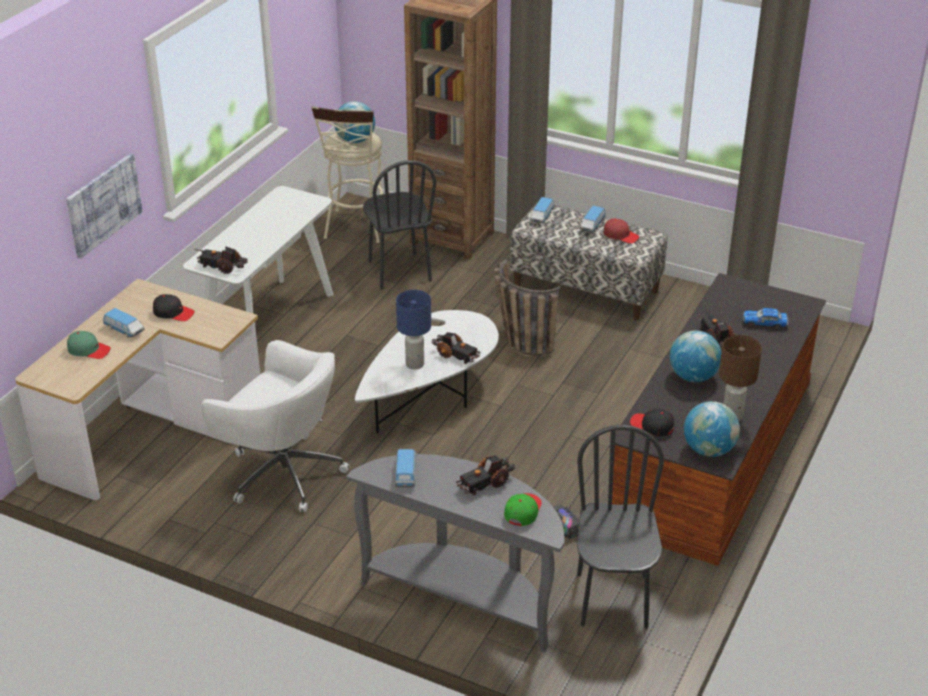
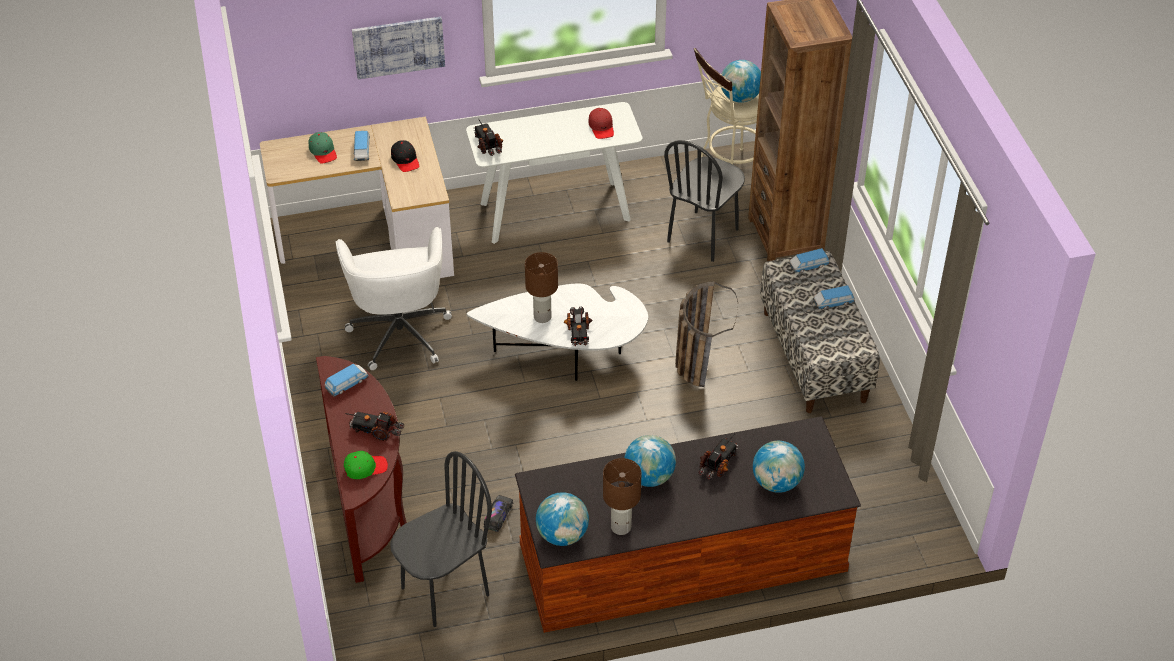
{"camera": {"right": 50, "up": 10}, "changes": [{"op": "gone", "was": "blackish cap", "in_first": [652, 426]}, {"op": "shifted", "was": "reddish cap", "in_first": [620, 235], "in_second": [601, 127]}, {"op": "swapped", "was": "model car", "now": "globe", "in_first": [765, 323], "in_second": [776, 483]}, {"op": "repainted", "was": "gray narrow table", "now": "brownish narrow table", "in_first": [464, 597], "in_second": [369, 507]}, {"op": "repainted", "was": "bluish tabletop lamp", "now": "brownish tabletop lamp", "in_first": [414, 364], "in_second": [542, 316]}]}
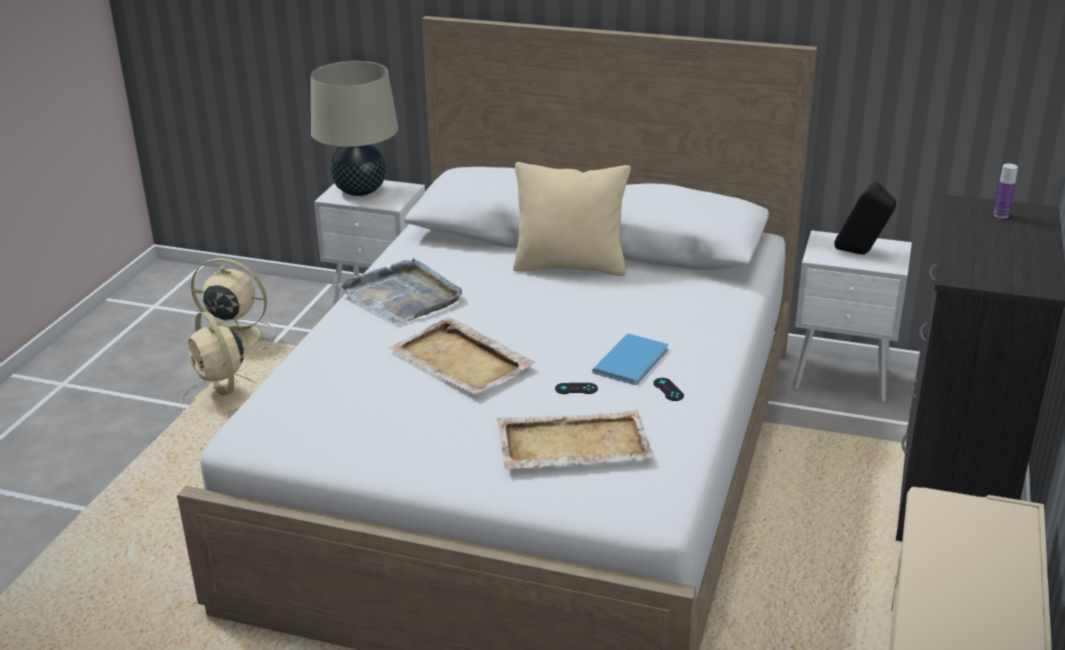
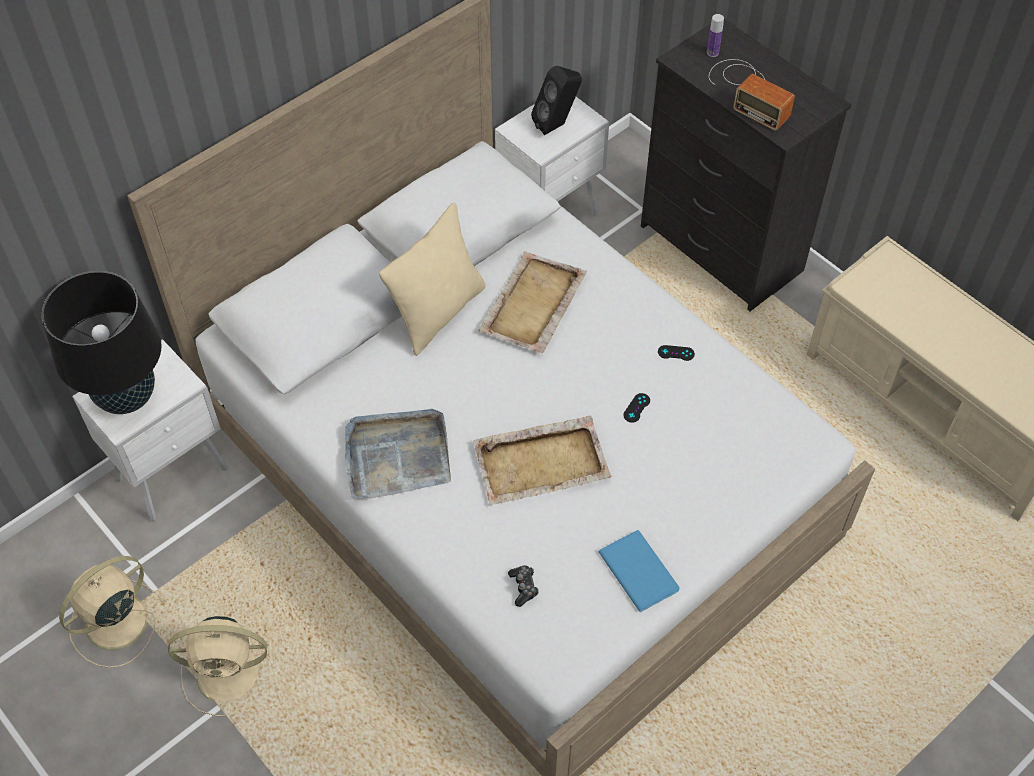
{"camera": {"right": -60, "up": 25}, "changes": [{"op": "new", "now": "joypad", "in_second": [523, 587]}, {"op": "new", "now": "radio set", "in_second": [748, 92]}, {"op": "shifted", "was": "sand-coloured tray", "in_first": [571, 444], "in_second": [532, 305]}, {"op": "shifted", "was": "bluish bound book", "in_first": [634, 360], "in_second": [639, 569]}, {"op": "repainted", "was": "sand-coloured tabletop lamp", "now": "blackish tabletop lamp", "in_first": [360, 190], "in_second": [126, 397]}]}
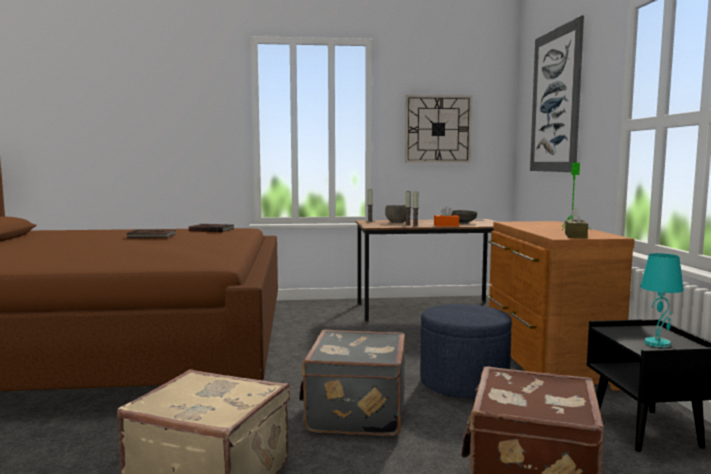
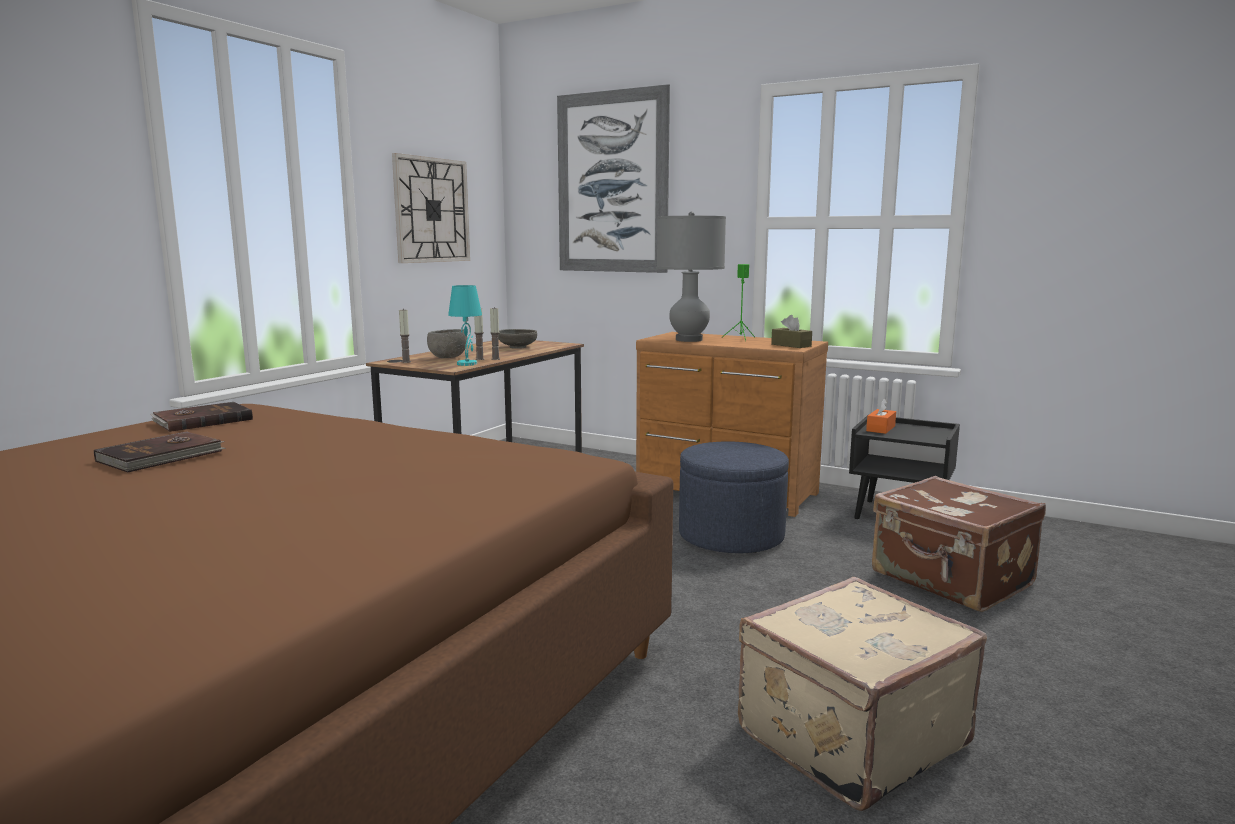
{"camera": {"right": -55, "up": 5}, "changes": [{"op": "gone", "was": "gray piece of luggage", "in_first": [354, 412]}, {"op": "new", "now": "gray tabletop lamp", "in_second": [689, 340]}, {"op": "shifted", "was": "orange box of tissues", "in_first": [446, 225], "in_second": [880, 428]}, {"op": "shifted", "was": "turquoise tabletop lamp", "in_first": [657, 343], "in_second": [467, 364]}]}
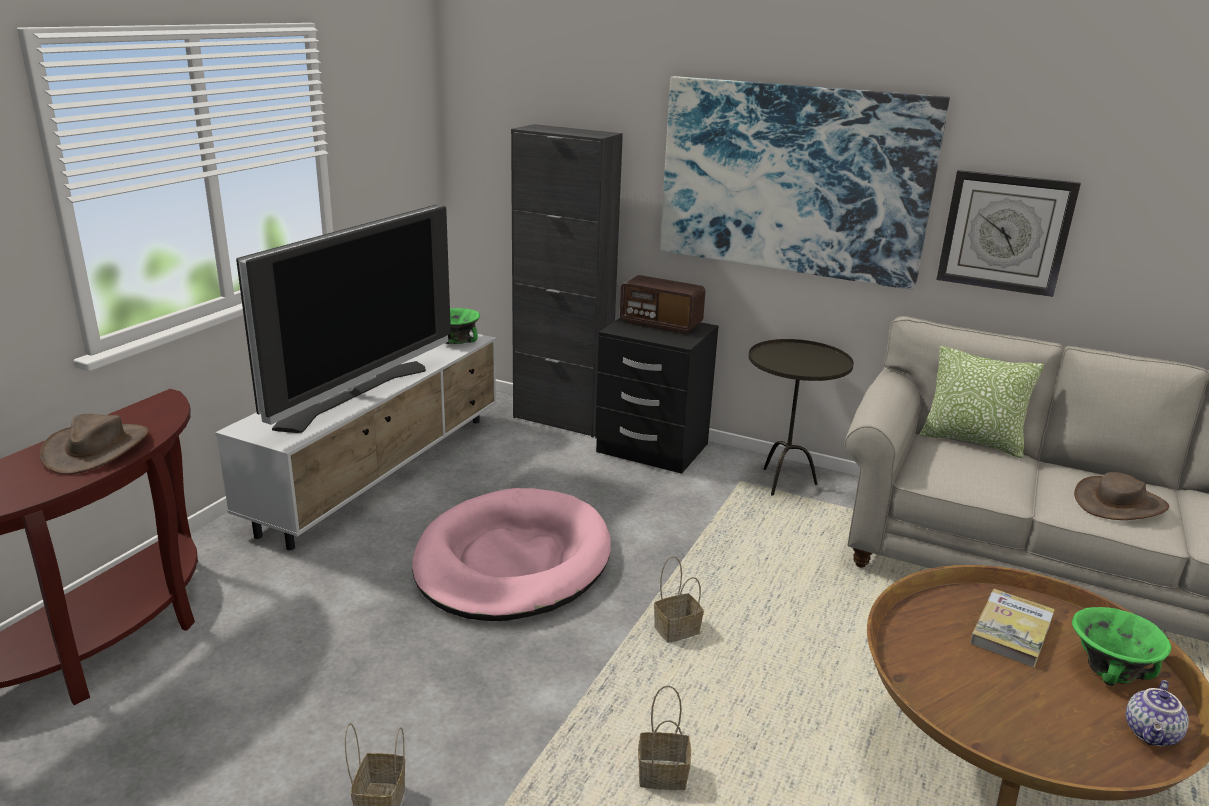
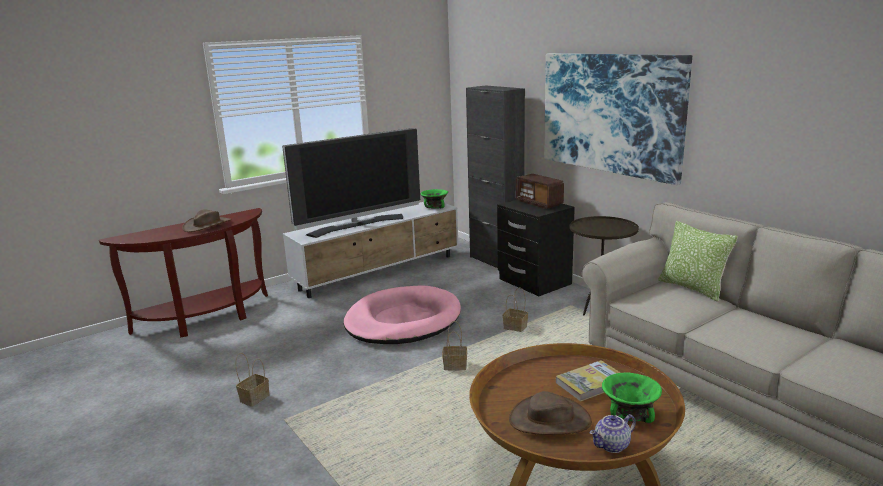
{"camera": {"right": 30, "up": -5}, "changes": [{"op": "gone", "was": "hanging clock", "in_first": [1005, 232]}, {"op": "shifted", "was": "storage basket", "in_first": [664, 775], "in_second": [516, 327]}, {"op": "shifted", "was": "brownish hat", "in_first": [1120, 503], "in_second": [549, 420]}]}
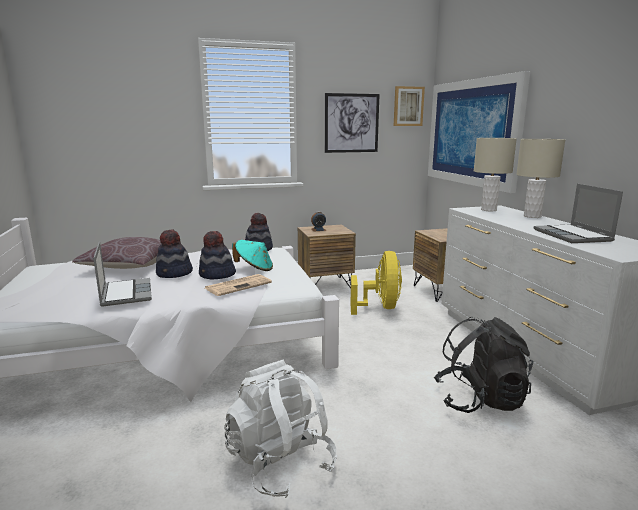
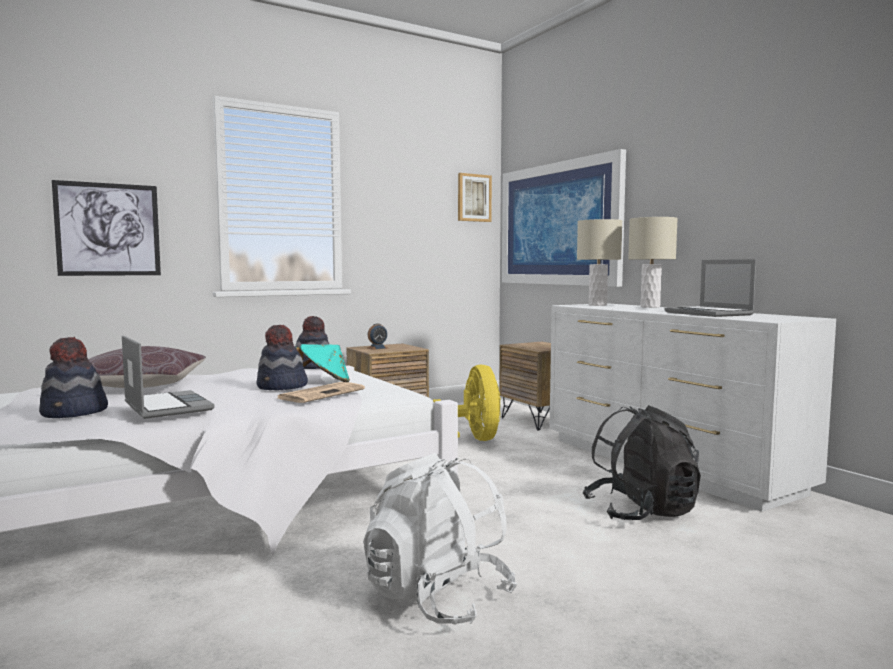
{"camera": {"right": -15, "up": -10}, "changes": [{"op": "shifted", "was": "hat", "in_first": [174, 273], "in_second": [74, 413]}, {"op": "shifted", "was": "wall picture", "in_first": [351, 123], "in_second": [108, 229]}]}
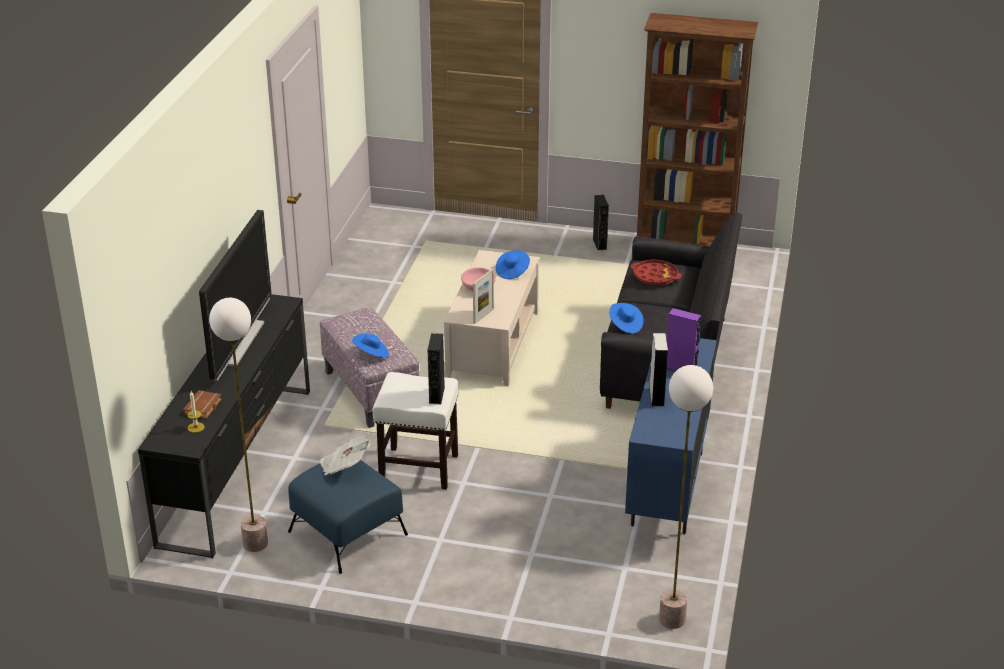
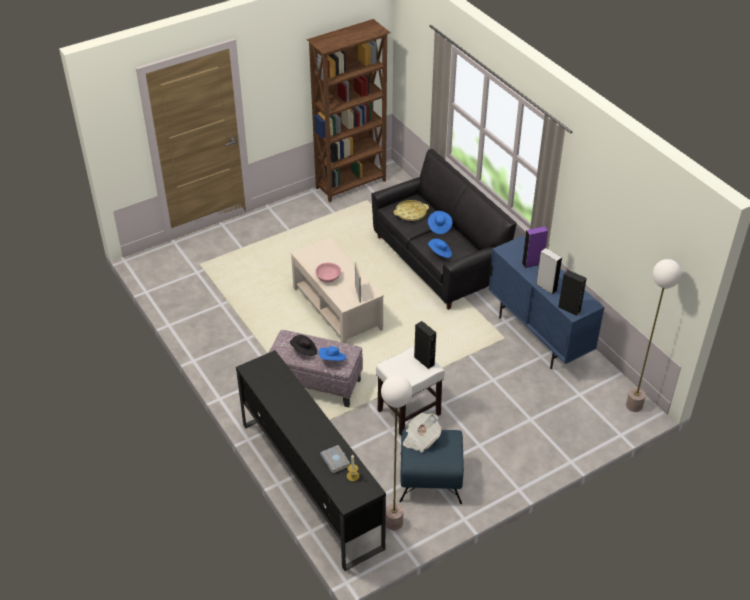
{"camera": {"right": -45, "up": 10}, "changes": [{"op": "gone", "was": "television", "in_first": [238, 342]}, {"op": "new", "now": "blackish hat", "in_second": [304, 351]}, {"op": "shifted", "was": "bluish hat", "in_first": [512, 271], "in_second": [439, 227]}, {"op": "shifted", "was": "blackish audio speaker", "in_first": [599, 244], "in_second": [569, 309]}, {"op": "repainted", "was": "brownish bound book", "now": "gray bound book", "in_first": [203, 408], "in_second": [336, 461]}, {"op": "repainted", "was": "reddish tray", "now": "yellow-coloured tray", "in_first": [655, 276], "in_second": [411, 213]}]}
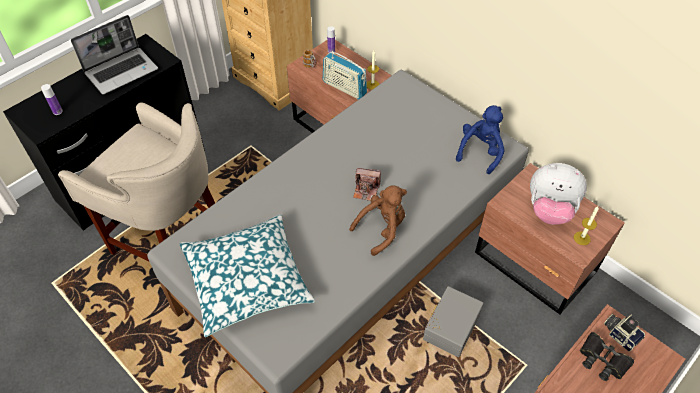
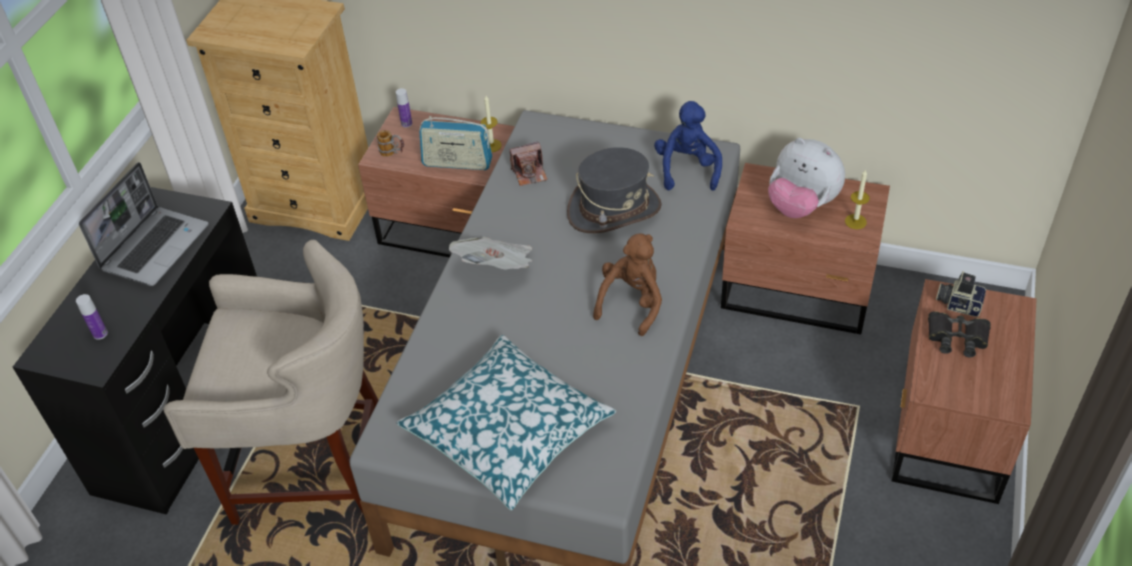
{"camera": {"right": -25, "up": -5}, "changes": [{"op": "gone", "was": "gray storage container", "in_first": [450, 326]}, {"op": "new", "now": "daily paper", "in_second": [497, 268]}, {"op": "new", "now": "gray hat", "in_second": [614, 210]}, {"op": "shifted", "was": "photo camera", "in_first": [366, 190], "in_second": [530, 173]}, {"op": "rotated", "was": "cuddly toy", "in_first": [549, 210], "in_second": [801, 206], "clockwise": 45}]}
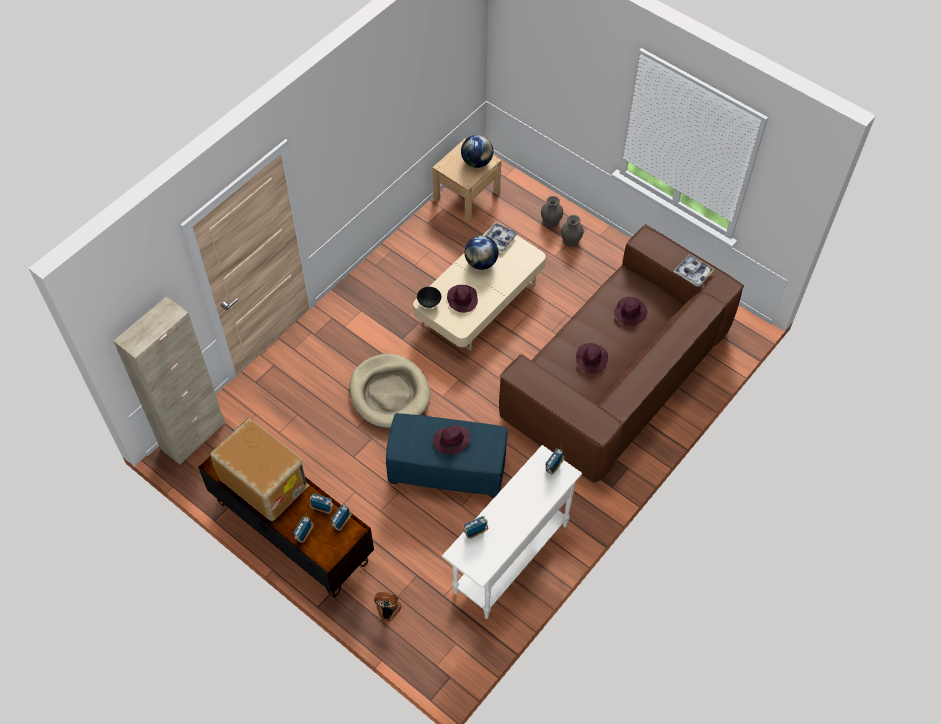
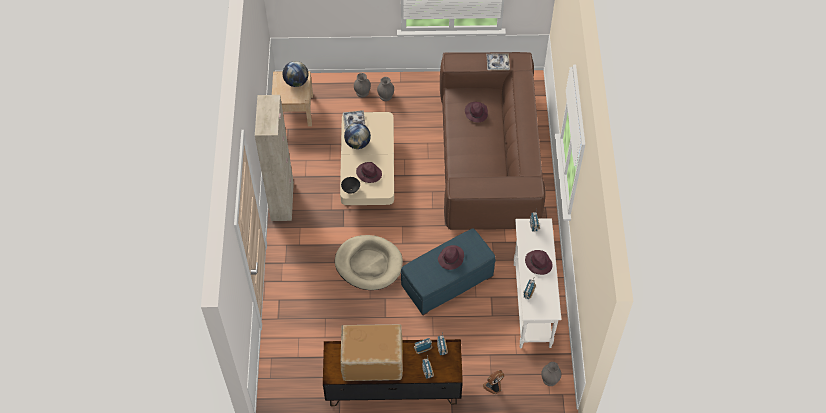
{"camera": {"right": -40, "up": 0}, "changes": [{"op": "new", "now": "gray decorative vase", "in_second": [550, 379]}, {"op": "shifted", "was": "sand-coloured storage cabinet", "in_first": [193, 436], "in_second": [282, 201]}, {"op": "shifted", "was": "purple hat", "in_first": [591, 359], "in_second": [538, 263]}]}
